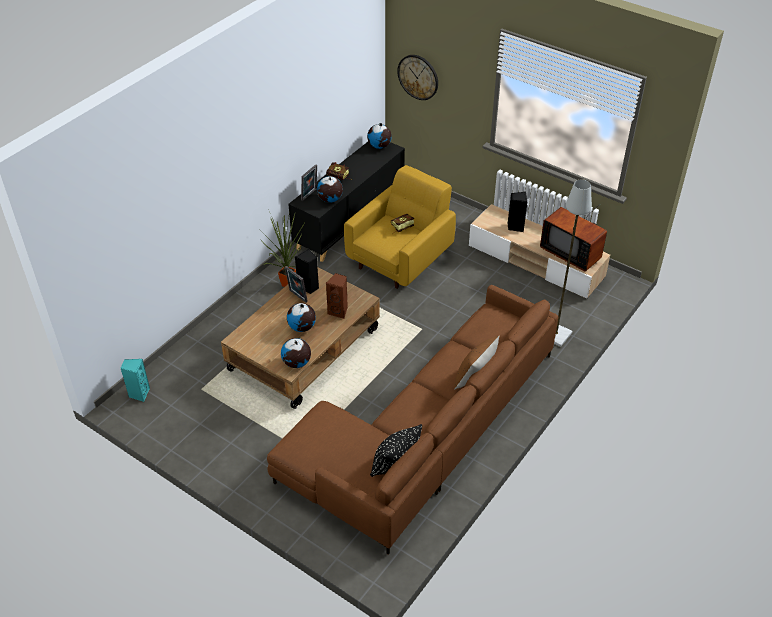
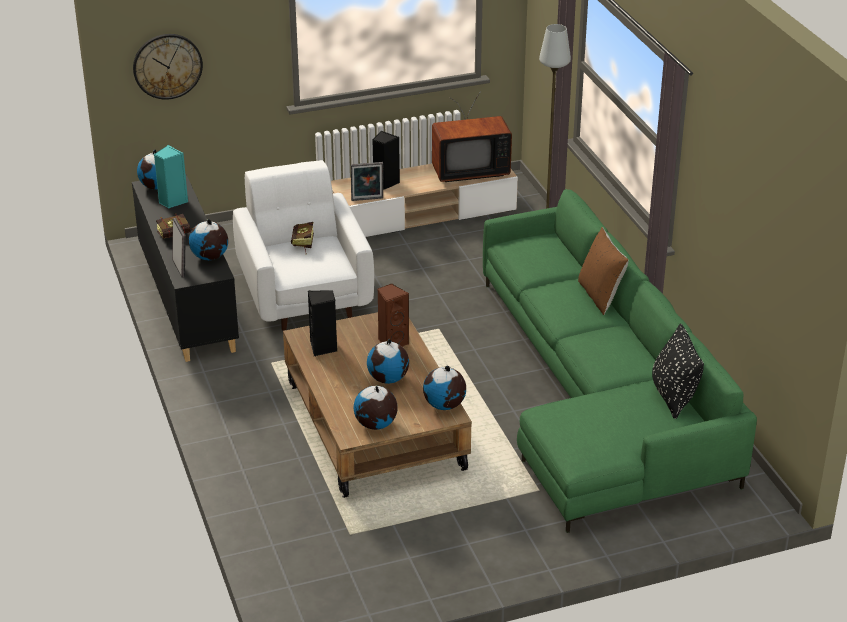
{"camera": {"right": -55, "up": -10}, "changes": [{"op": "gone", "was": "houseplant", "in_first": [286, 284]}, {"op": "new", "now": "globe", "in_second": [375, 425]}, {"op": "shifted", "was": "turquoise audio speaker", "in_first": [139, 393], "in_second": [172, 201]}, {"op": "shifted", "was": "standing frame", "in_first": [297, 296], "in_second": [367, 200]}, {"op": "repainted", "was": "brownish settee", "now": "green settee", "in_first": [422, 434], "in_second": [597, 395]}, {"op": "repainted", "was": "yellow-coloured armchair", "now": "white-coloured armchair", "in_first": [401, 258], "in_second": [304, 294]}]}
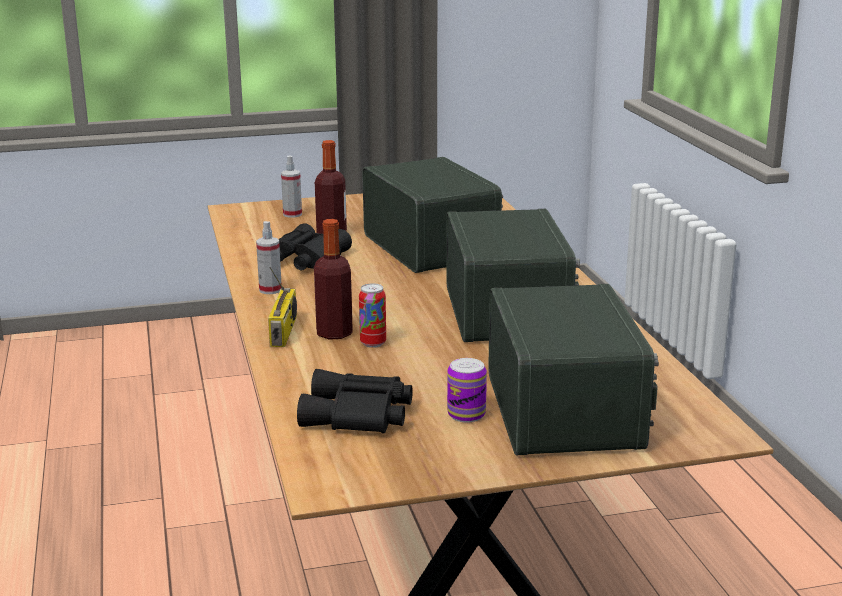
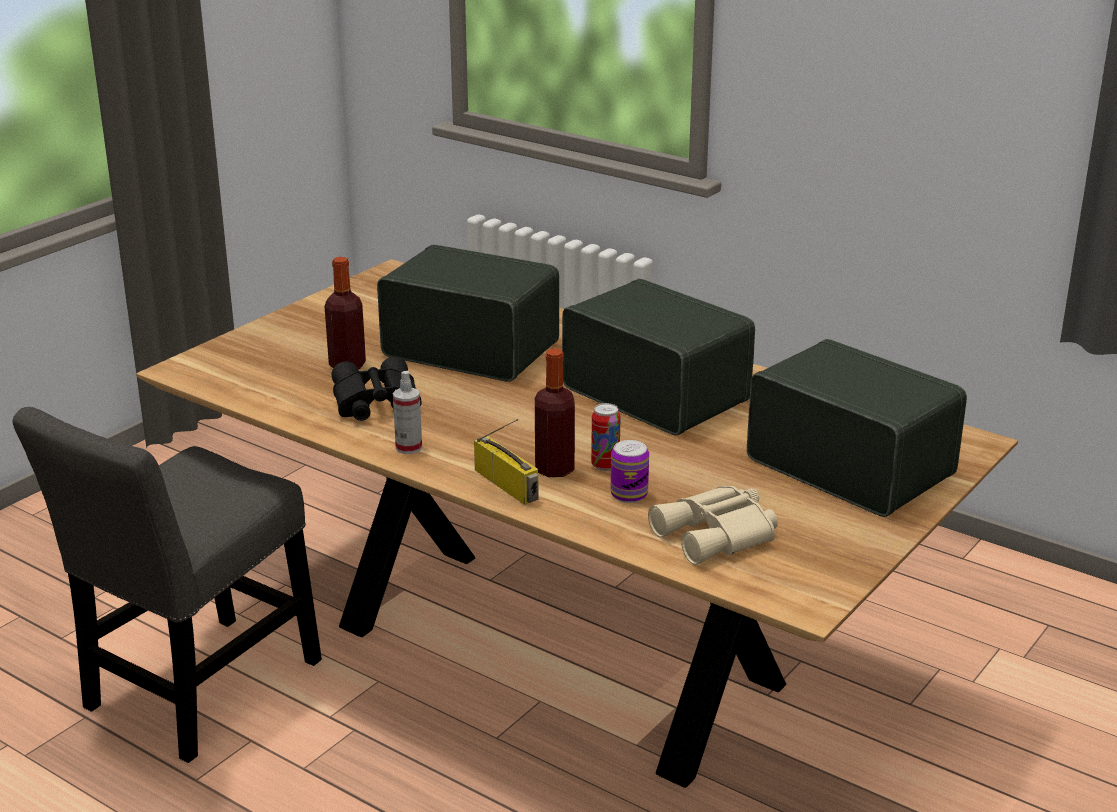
{"camera": {"right": -40, "up": 5}, "changes": [{"op": "gone", "was": "sprayer", "in_first": [292, 214]}, {"op": "new", "now": "gray plain chair", "in_second": [196, 692]}, {"op": "shifted", "was": "metal can", "in_first": [466, 414], "in_second": [629, 494]}, {"op": "repainted", "was": "blackish pair of binoculars", "now": "sand-coloured pair of binoculars", "in_first": [358, 416], "in_second": [718, 535]}]}
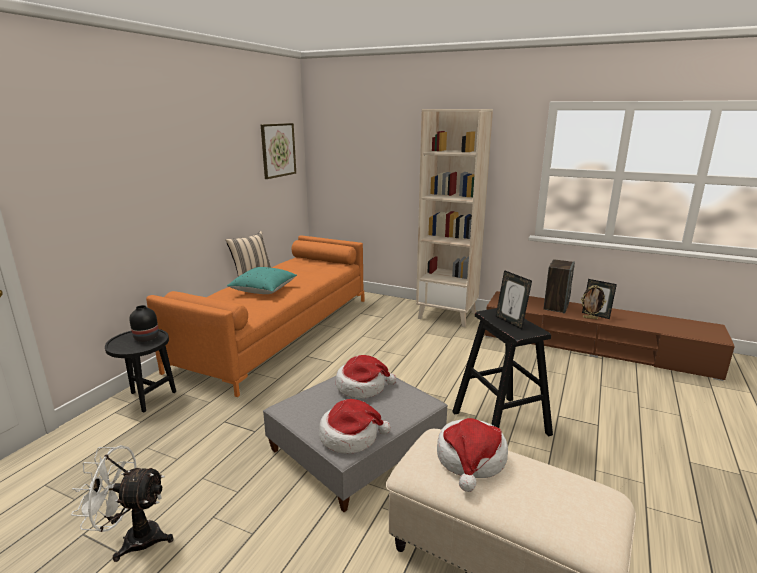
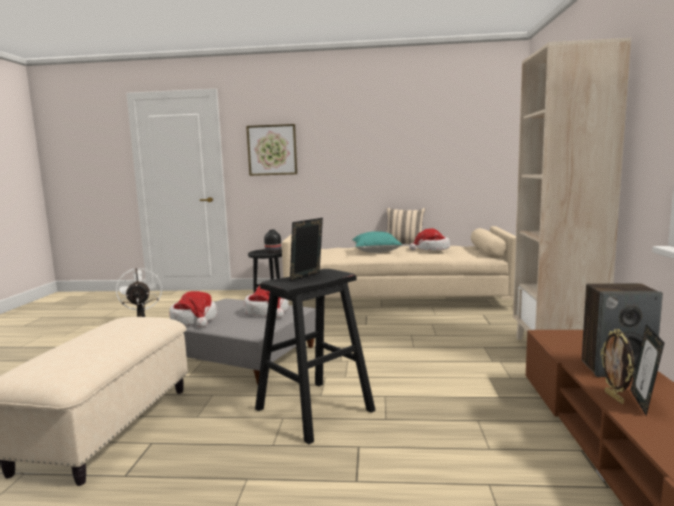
{"camera": {"right": 70, "up": -10}, "changes": [{"op": "shifted", "was": "wall picture", "in_first": [278, 150], "in_second": [272, 150]}, {"op": "shifted", "was": "hat", "in_first": [471, 460], "in_second": [431, 249]}, {"op": "repainted", "was": "orange settee", "now": "sand-coloured settee", "in_first": [278, 332], "in_second": [396, 299]}]}
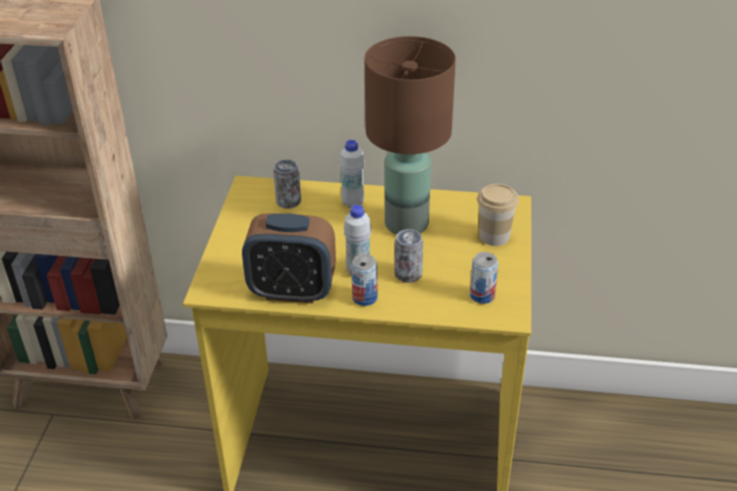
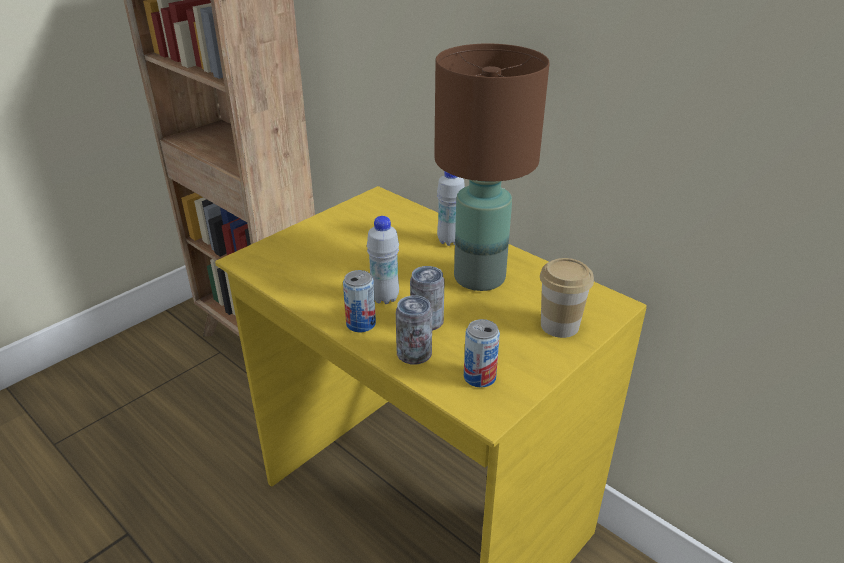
{"camera": {"right": 35, "up": -5}, "changes": [{"op": "gone", "was": "table clock", "in_first": [292, 291]}, {"op": "shifted", "was": "metal can", "in_first": [288, 202], "in_second": [414, 354]}]}
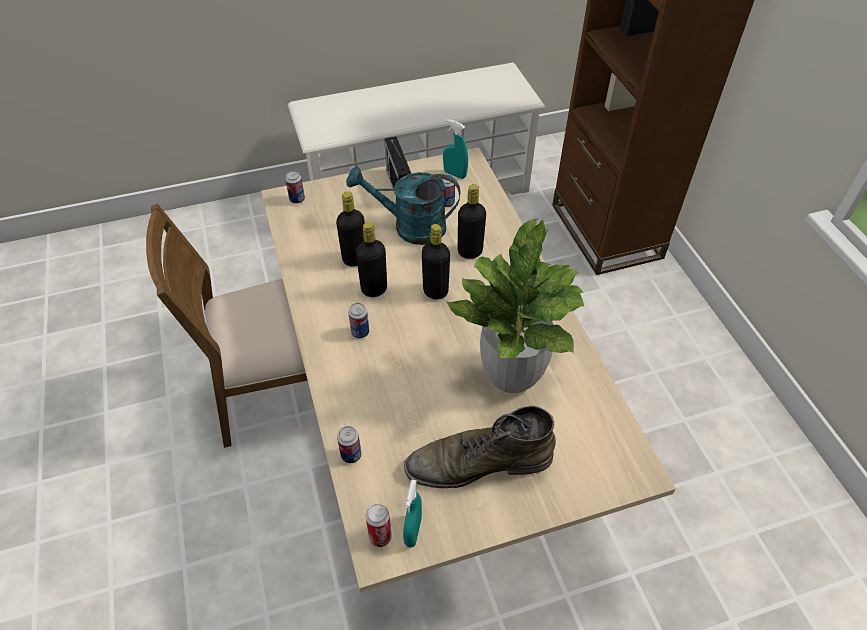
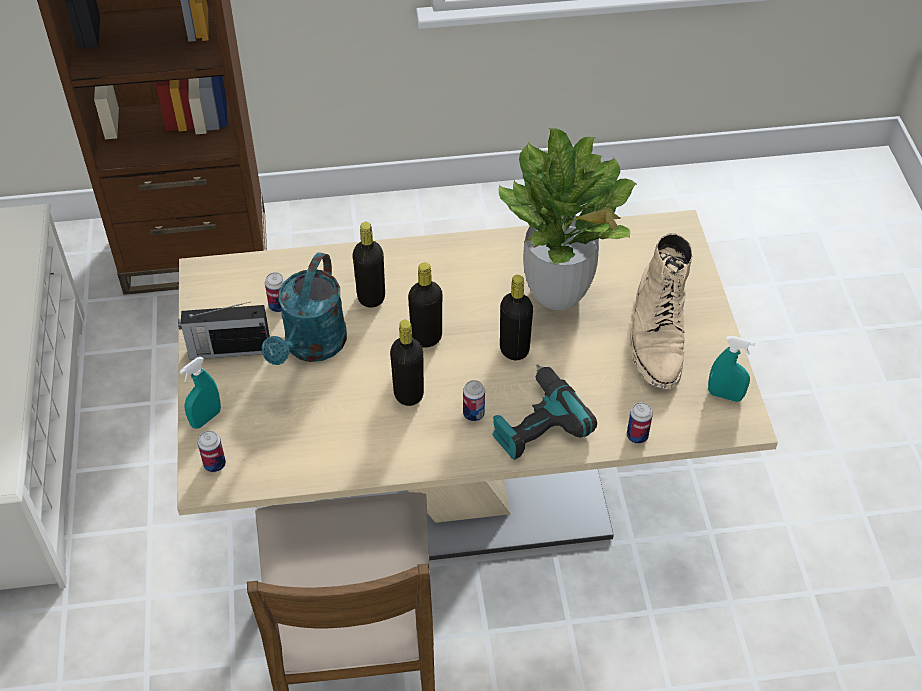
{"camera": {"right": -80, "up": 0}, "changes": [{"op": "gone", "was": "metal can", "in_first": [380, 537]}, {"op": "new", "now": "drill", "in_second": [535, 422]}, {"op": "shifted", "was": "blackish drink bottle", "in_first": [354, 259], "in_second": [514, 350]}, {"op": "shifted", "was": "turquoise sprayer", "in_first": [455, 174], "in_second": [206, 418]}, {"op": "repainted", "was": "green tall boot", "now": "sand-coloured tall boot", "in_first": [478, 463], "in_second": [657, 336]}]}
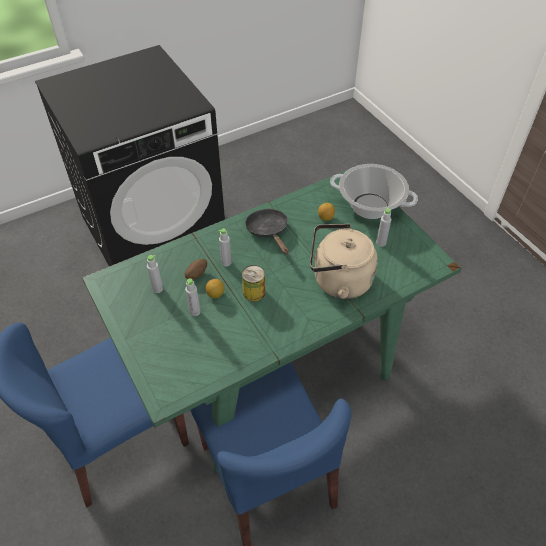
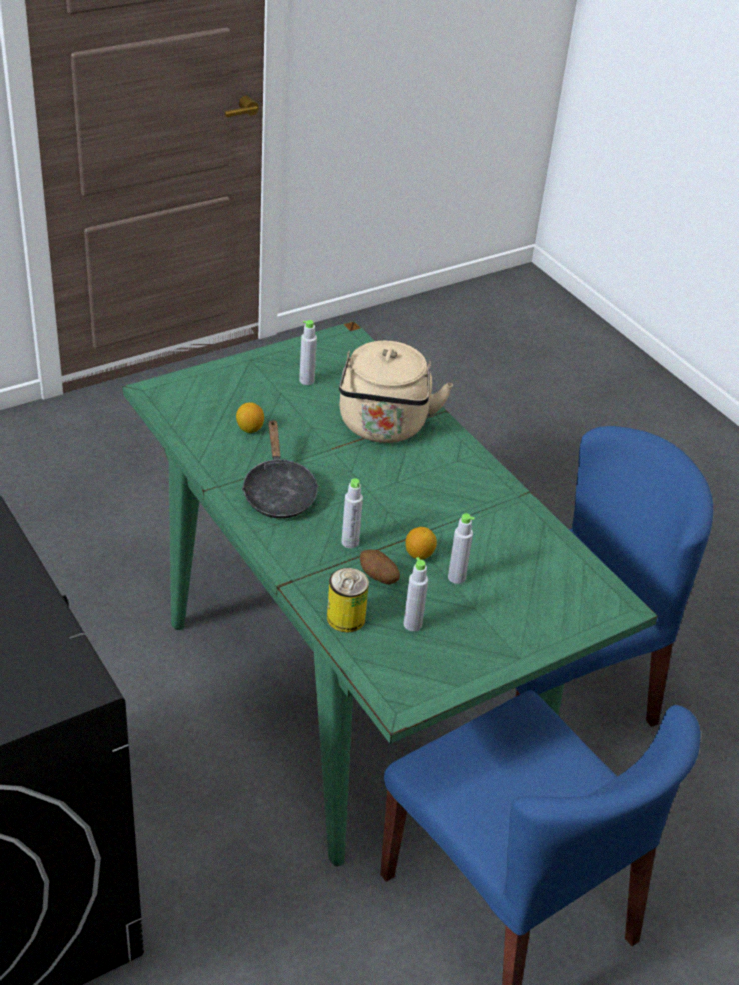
{"camera": {"right": -95, "up": -10}, "changes": [{"op": "gone", "was": "stockpot", "in_first": [370, 206]}, {"op": "shifted", "was": "metal can", "in_first": [254, 292], "in_second": [346, 618]}, {"op": "rotated", "was": "blackish frying pan", "in_first": [268, 231], "in_second": [278, 492], "clockwise": -75}]}
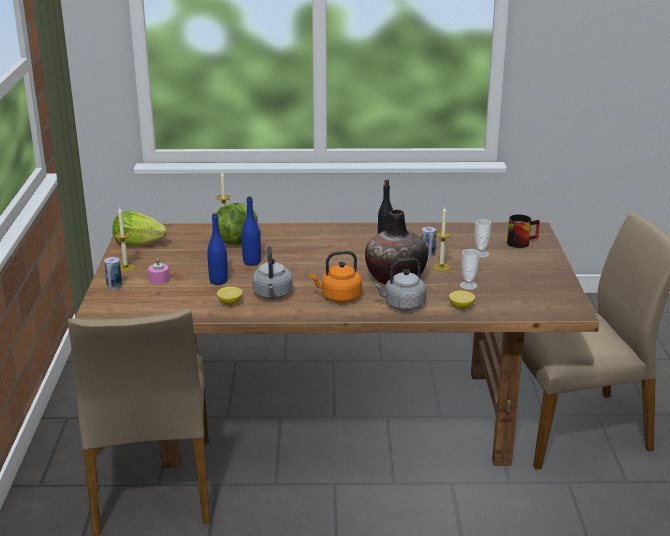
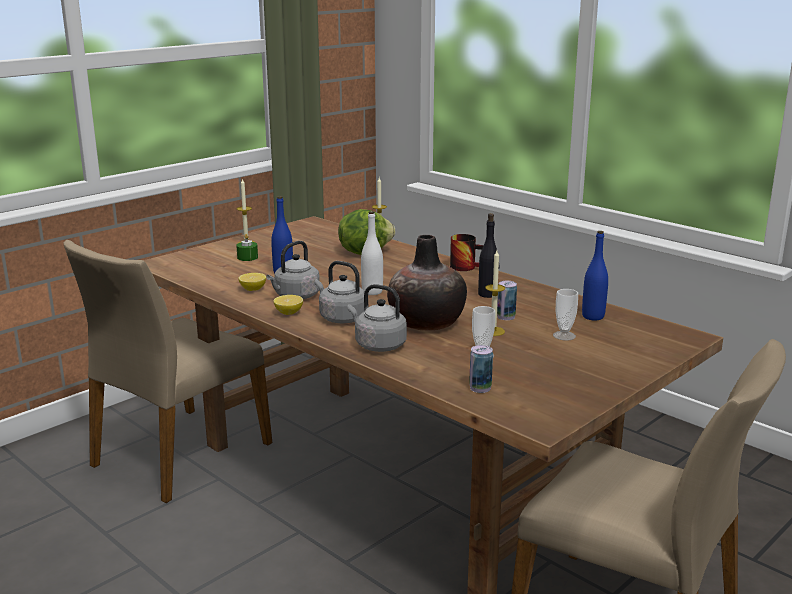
{"camera": {"right": 45, "up": -5}, "changes": [{"op": "gone", "was": "head of lettuce", "in_first": [138, 244]}, {"op": "new", "now": "white-coloured drink bottle", "in_second": [372, 292]}, {"op": "shifted", "was": "metal can", "in_first": [114, 286], "in_second": [480, 388]}, {"op": "shifted", "was": "bluish drink bottle", "in_first": [252, 262], "in_second": [593, 316]}, {"op": "shifted", "was": "whole lemon", "in_first": [461, 307], "in_second": [289, 313]}, {"op": "shifted", "was": "coffee mug", "in_first": [520, 242], "in_second": [467, 267]}, {"op": "repainted", "was": "pink wax light", "now": "green wax light", "in_first": [159, 279], "in_second": [247, 257]}, {"op": "repainted", "was": "orange water kettle", "now": "gray water kettle", "in_first": [339, 297], "in_second": [341, 318]}]}
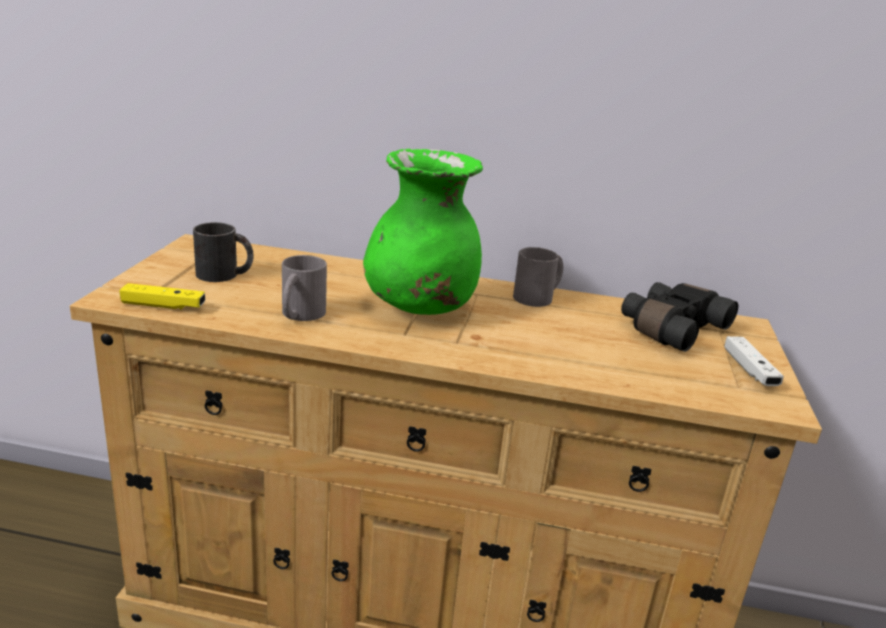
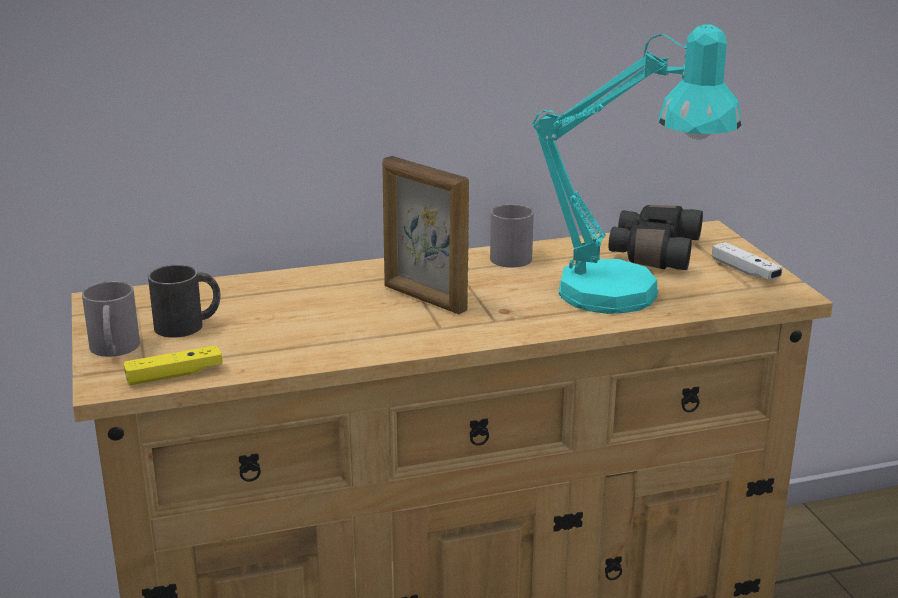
{"camera": {"right": -25, "up": 0}, "changes": [{"op": "new", "now": "turquoise tabletop lamp", "in_second": [629, 295]}, {"op": "shifted", "was": "gray coffee mug", "in_first": [299, 315], "in_second": [114, 350]}, {"op": "swapped", "was": "green decorative vase", "now": "standing frame", "in_first": [420, 307], "in_second": [424, 299]}]}
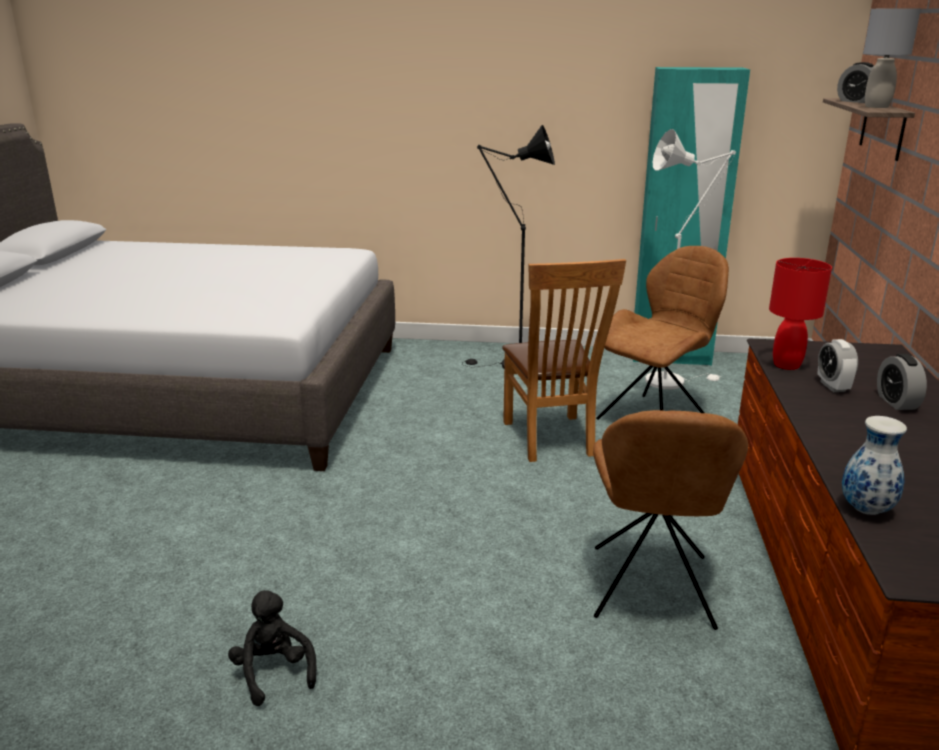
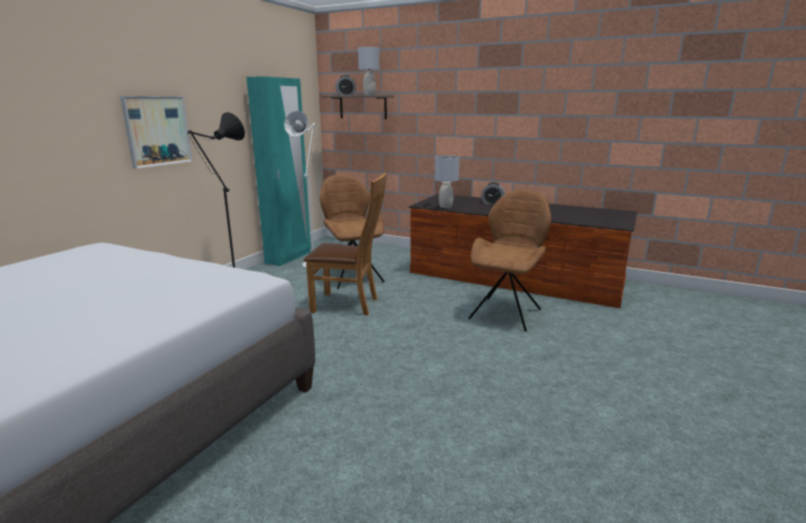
{"camera": {"right": -70, "up": -5}, "changes": [{"op": "gone", "was": "blackish cuddly toy", "in_first": [274, 672]}, {"op": "gone", "was": "table clock", "in_first": [832, 386]}, {"op": "gone", "was": "decorative vase", "in_first": [867, 510]}, {"op": "new", "now": "wall picture", "in_second": [157, 131]}, {"op": "repainted", "was": "reddish tabletop lamp", "now": "gray tabletop lamp", "in_first": [786, 365], "in_second": [445, 207]}, {"op": "rotated", "was": "brownish plain chair", "in_first": [651, 590], "in_second": [506, 313], "clockwise": -90}]}
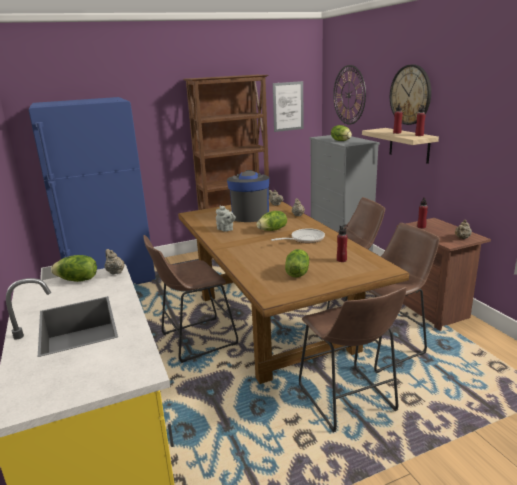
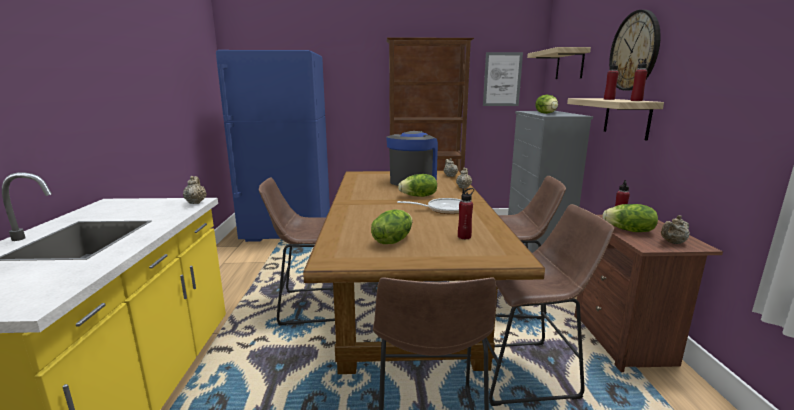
{"camera": {"right": 20, "up": -5}, "changes": [{"op": "gone", "was": "gray tea pot", "in_first": [226, 229]}, {"op": "shifted", "was": "head of lettuce", "in_first": [77, 280], "in_second": [629, 231]}, {"op": "swapped", "was": "hanging clock", "now": "bracket shelf", "in_first": [349, 95], "in_second": [569, 64]}]}
